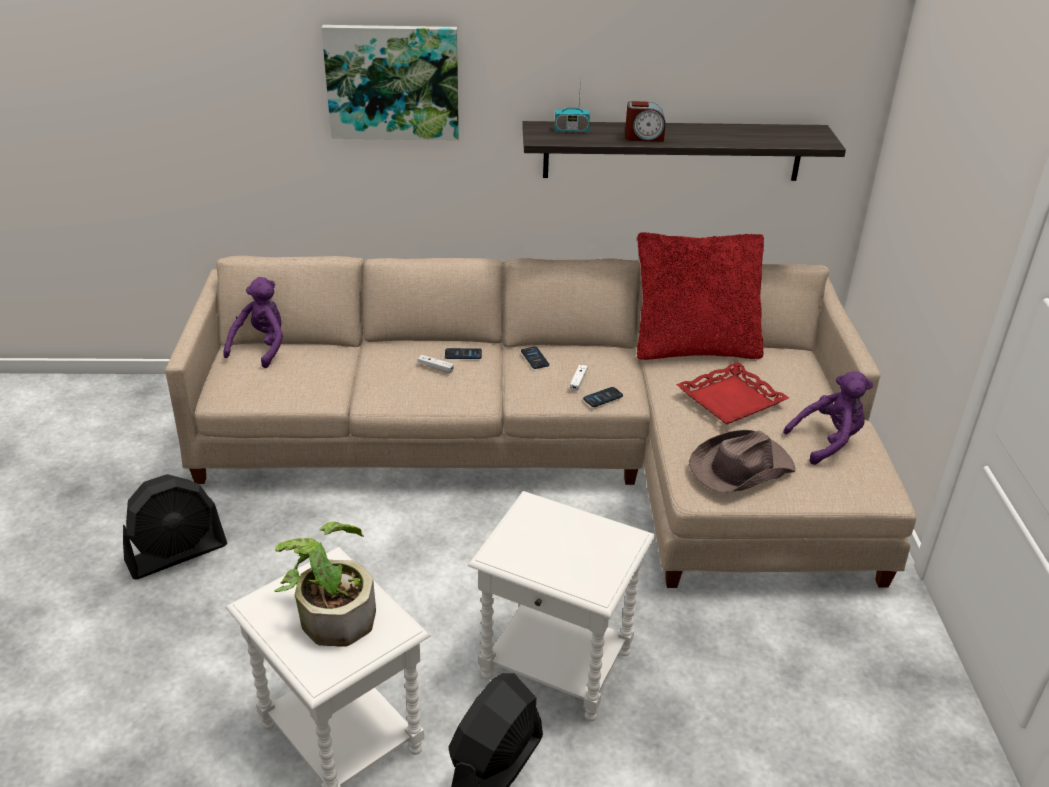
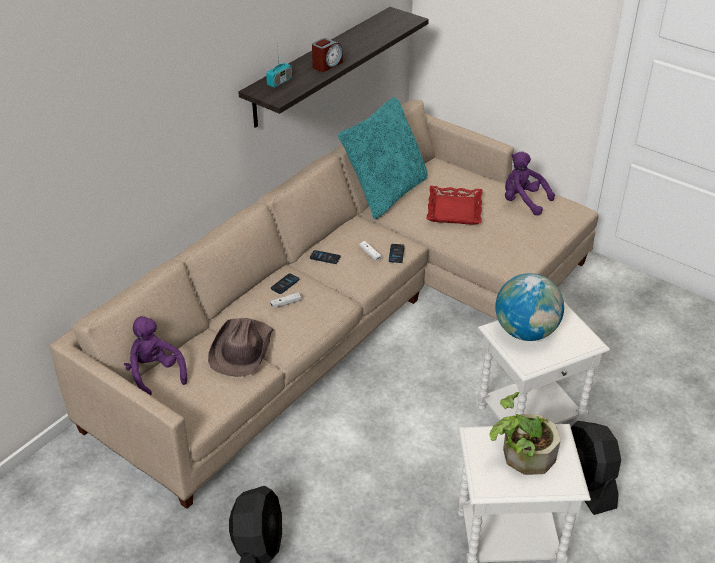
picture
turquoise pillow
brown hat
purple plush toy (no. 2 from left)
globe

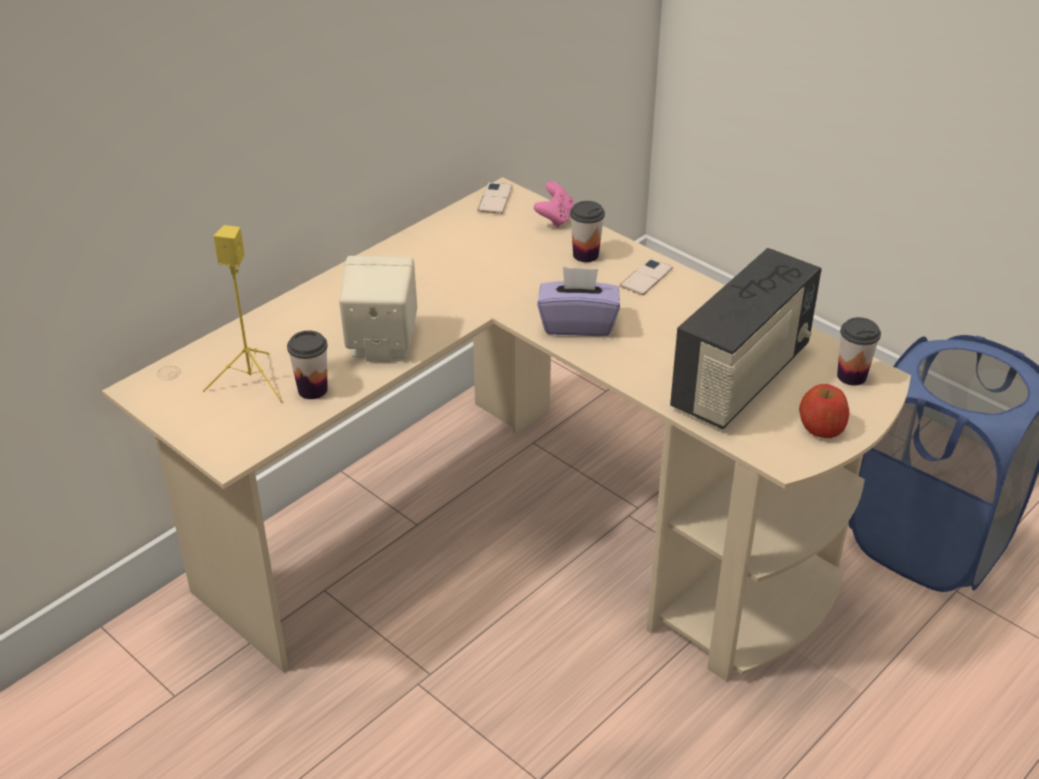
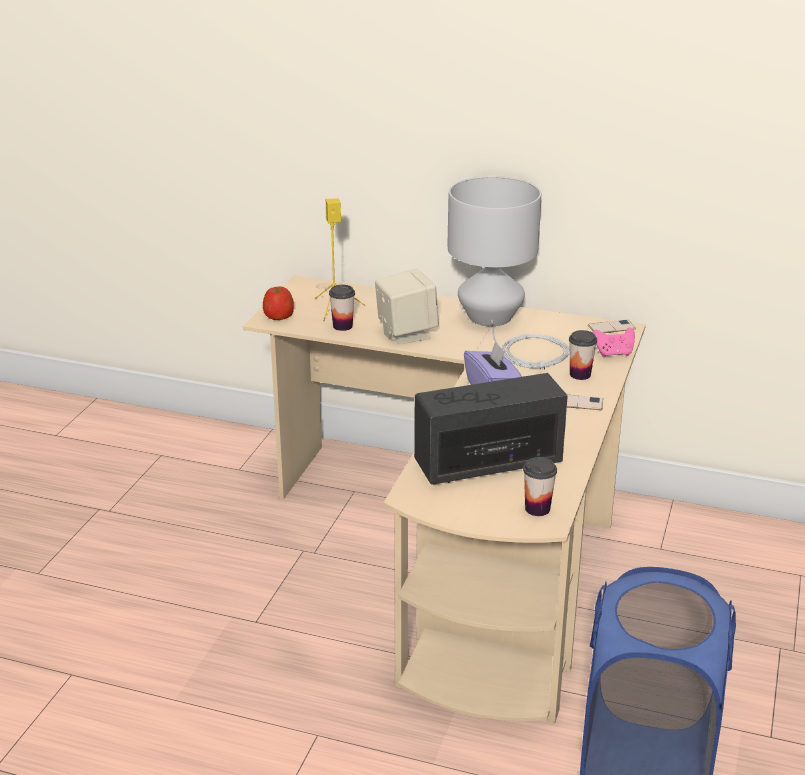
radio
apple
grey table lamp

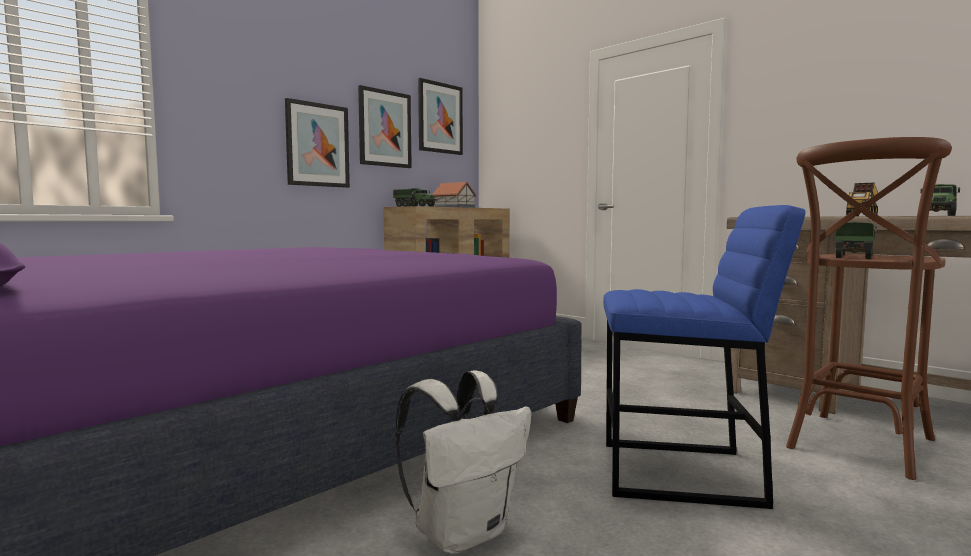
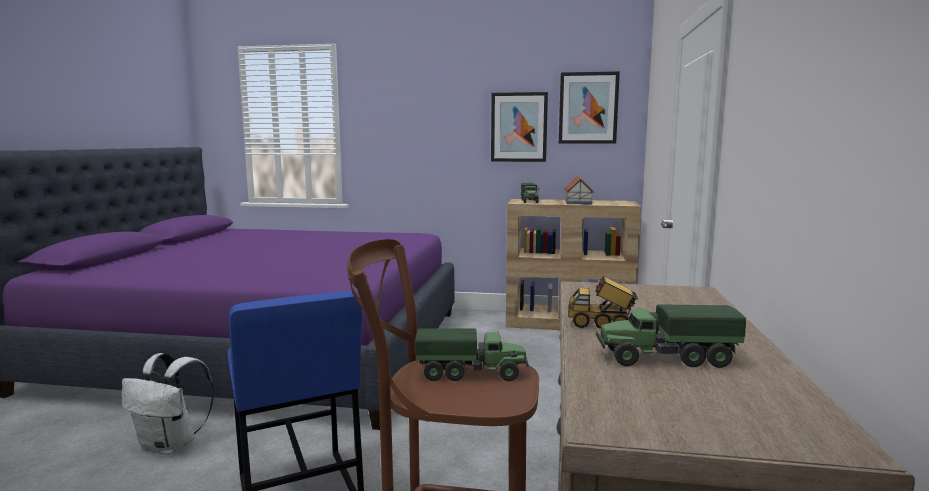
picture (no. 1 from left in the first image)

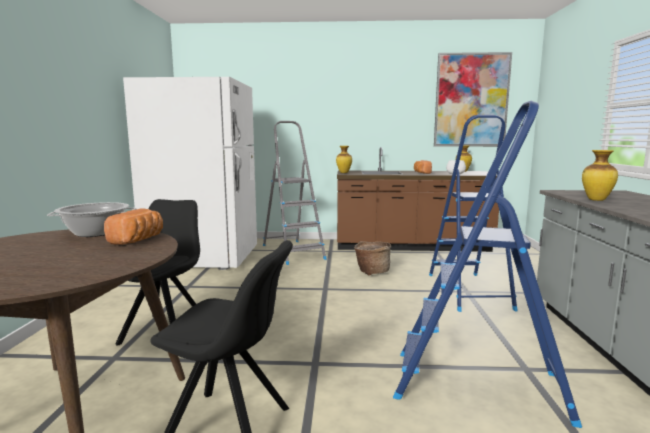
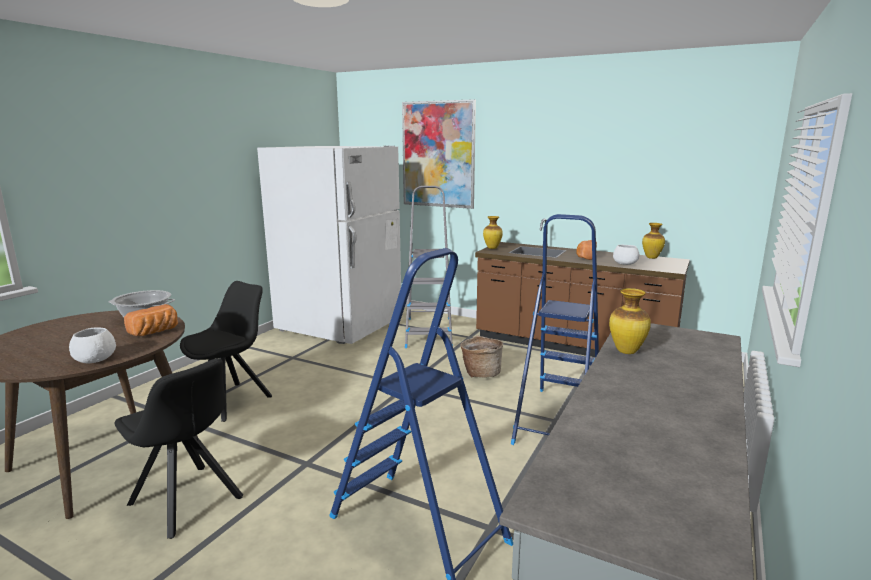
picture
white bowl (no. 1 from left)

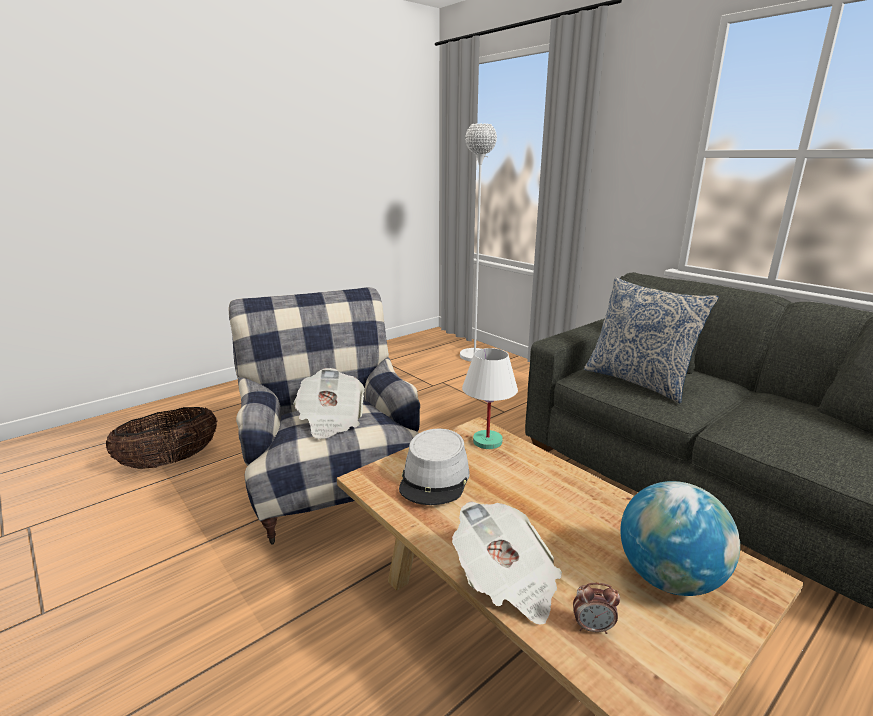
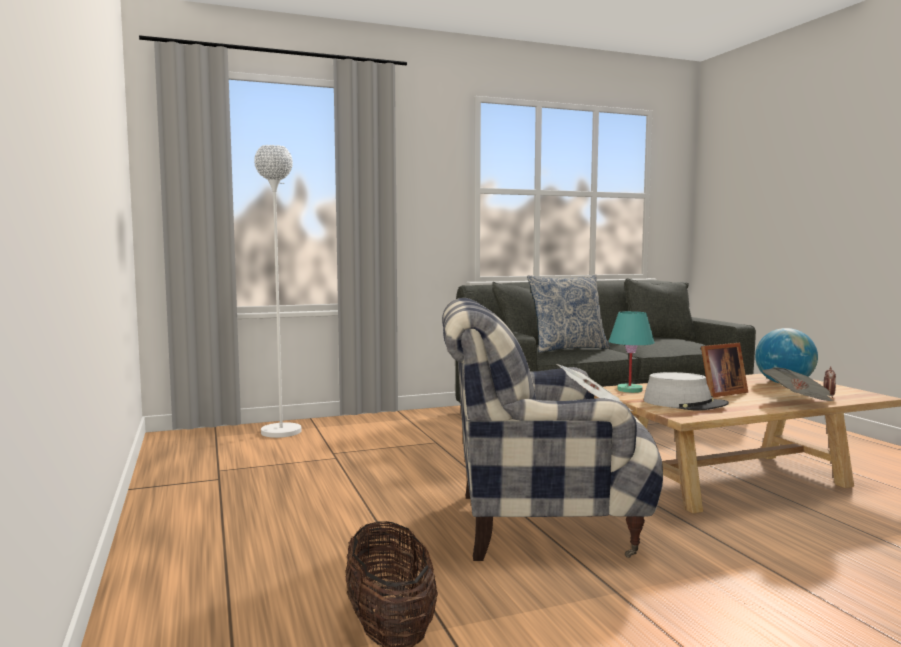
turquoise table lamp
picture frame

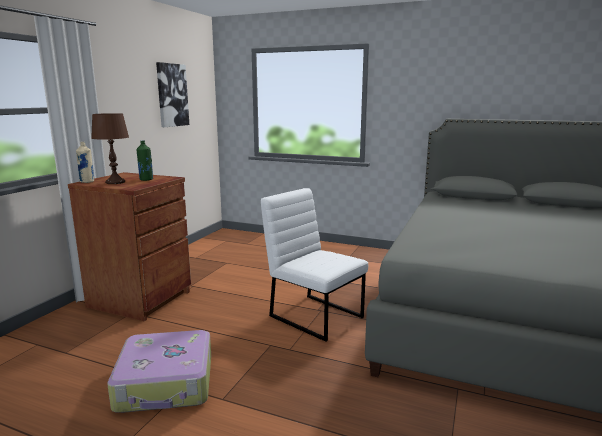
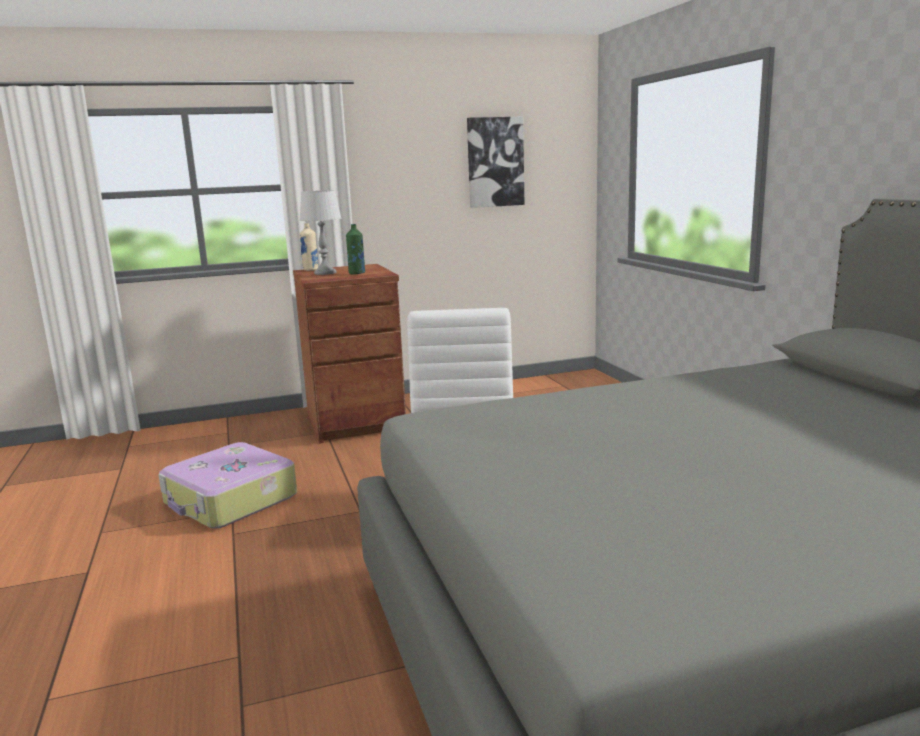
grey table lamp

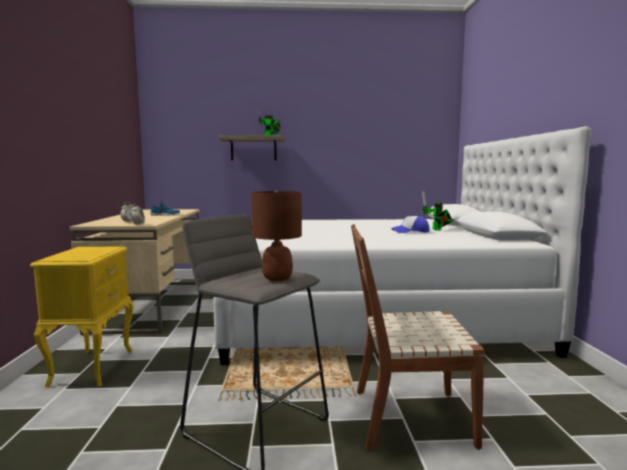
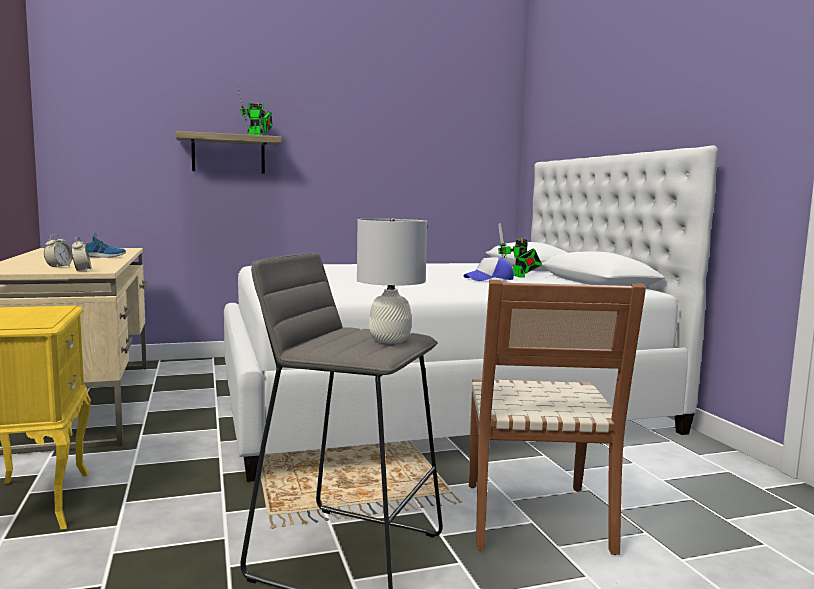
grey table lamp
chair

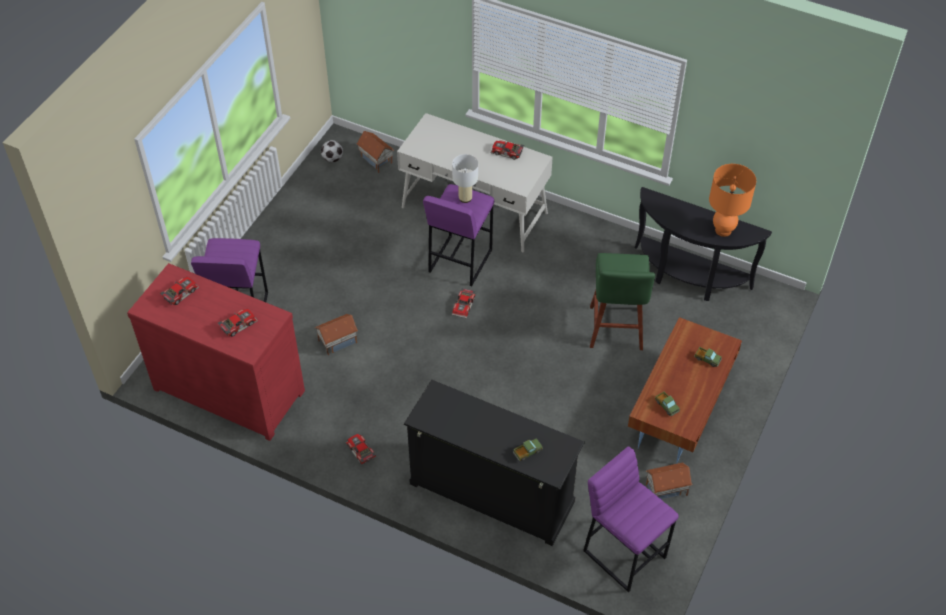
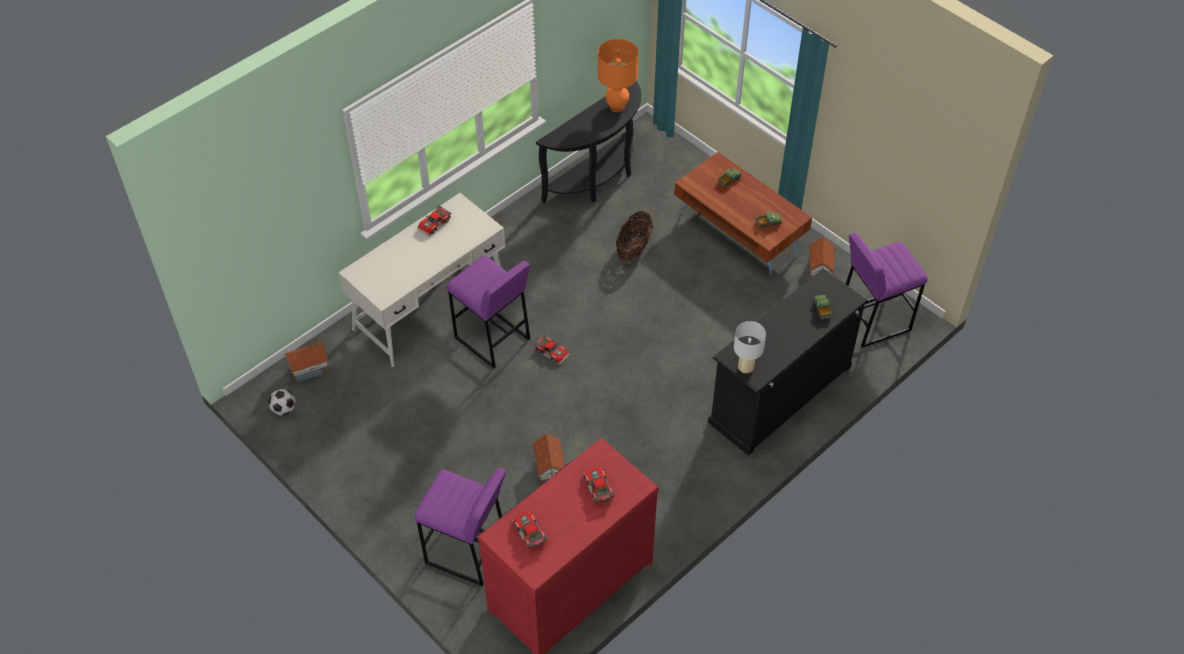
toy car (no. 3 from left in the first image)
white table lamp
basket

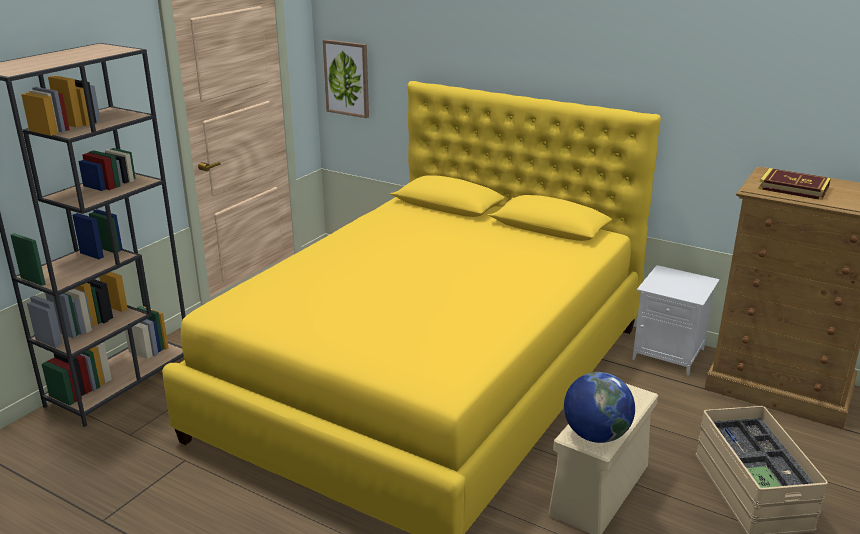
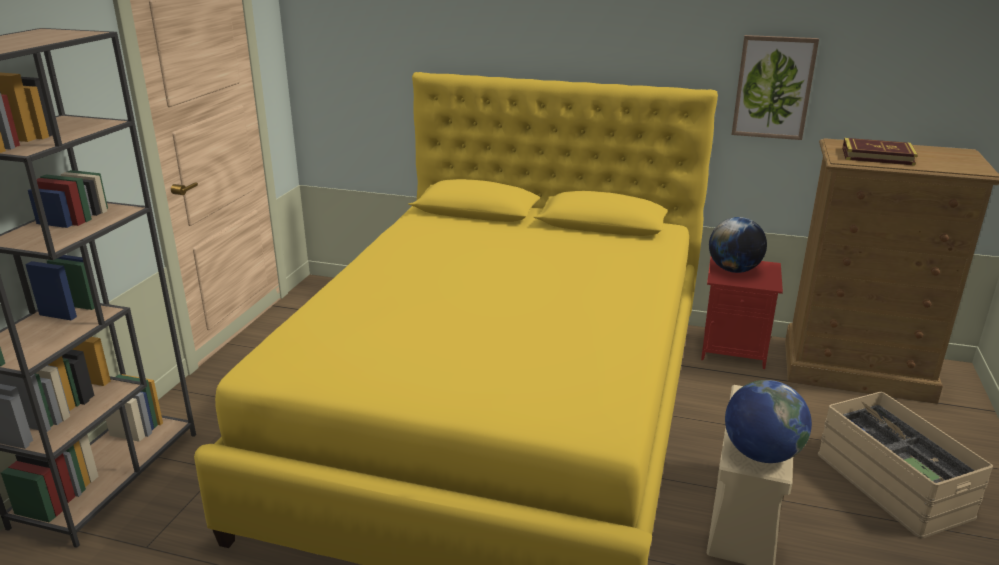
picture
red nightstand
globe (no. 1 from left)

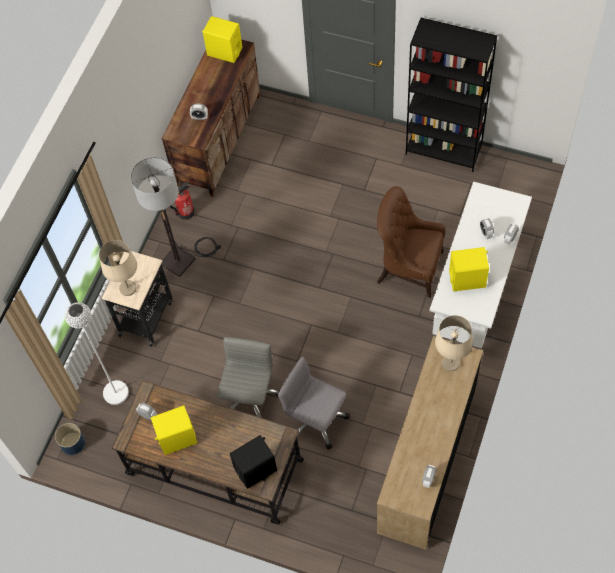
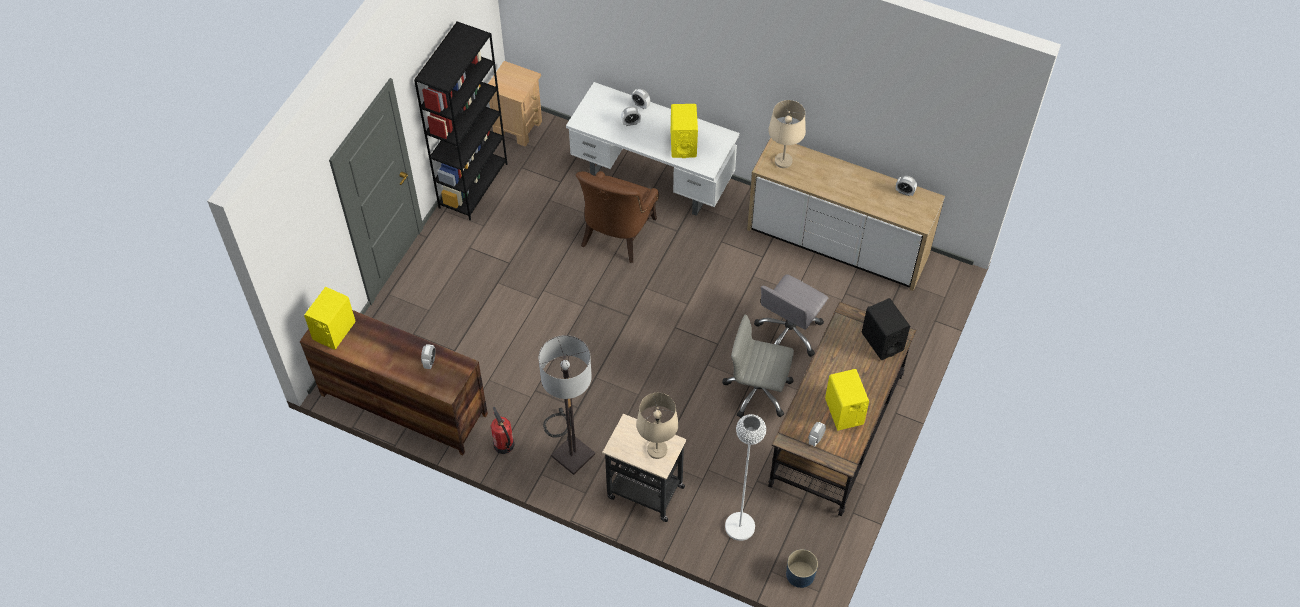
beige nightstand

